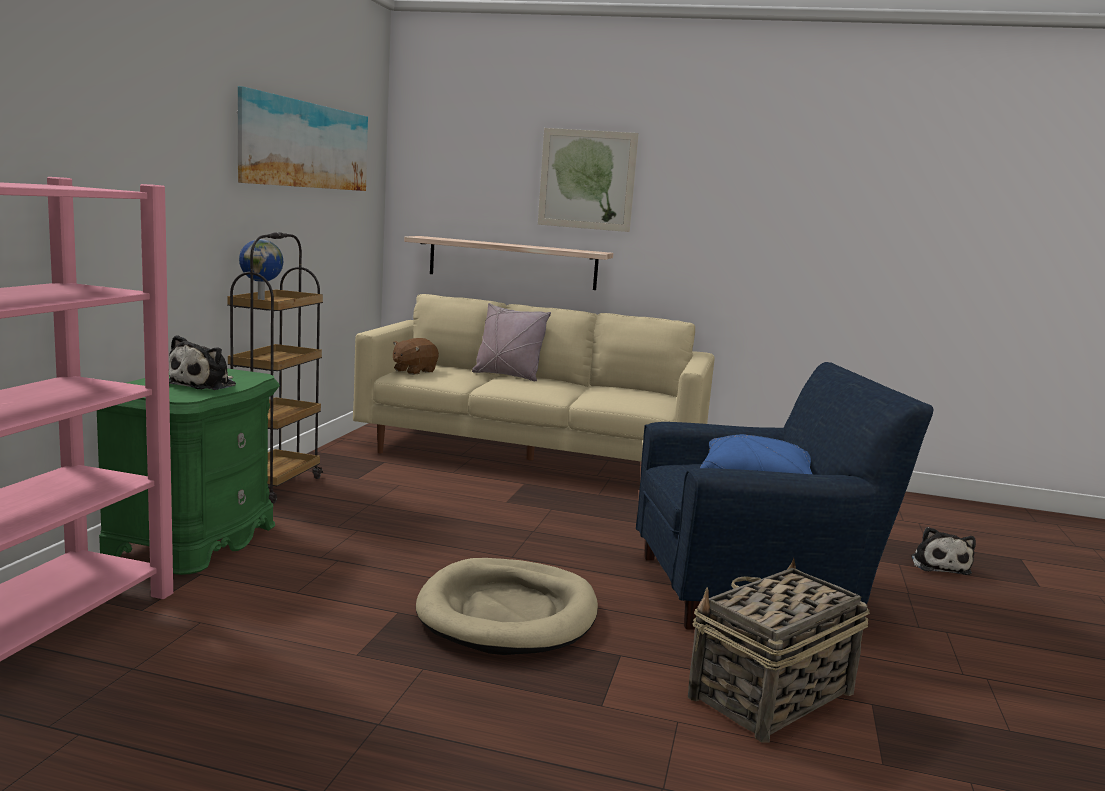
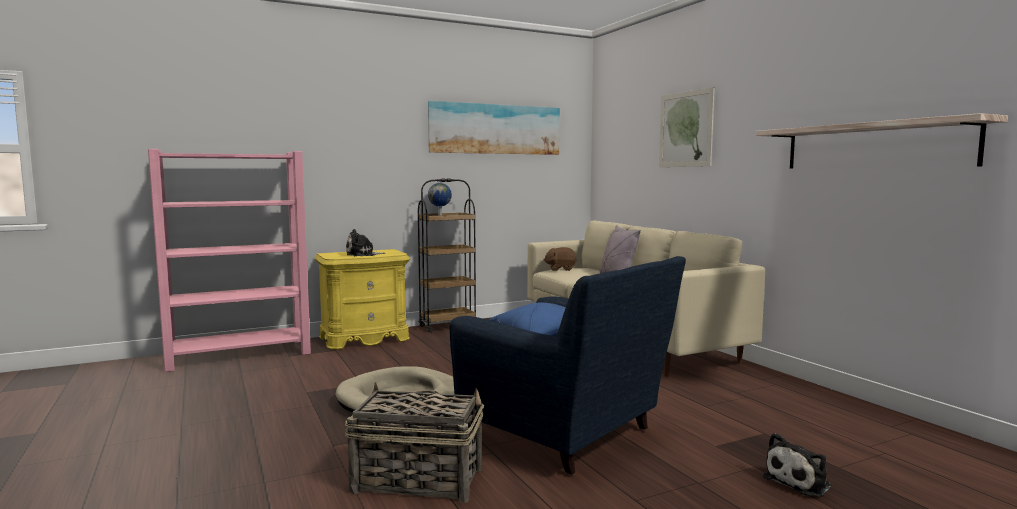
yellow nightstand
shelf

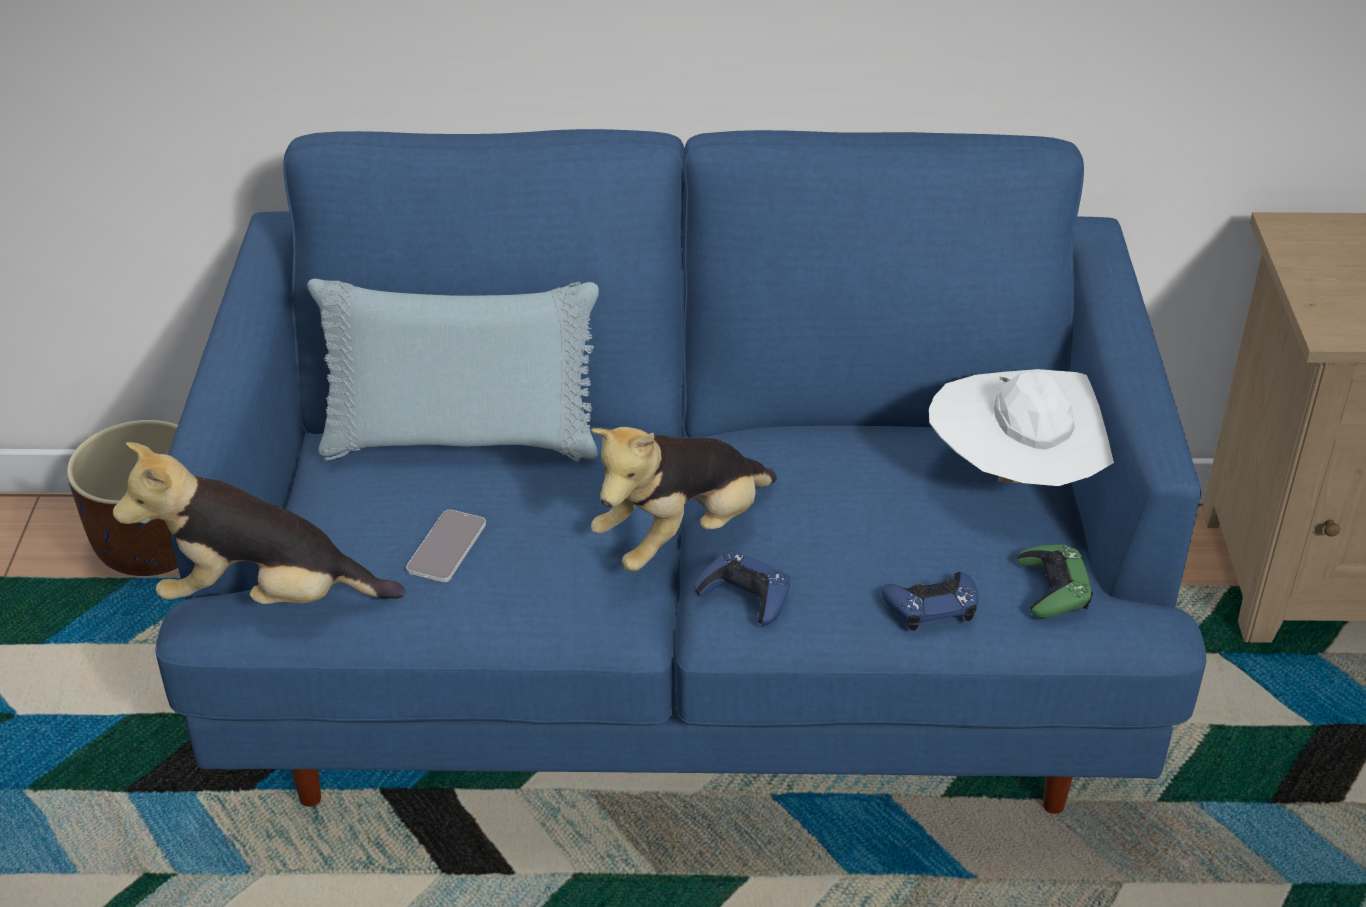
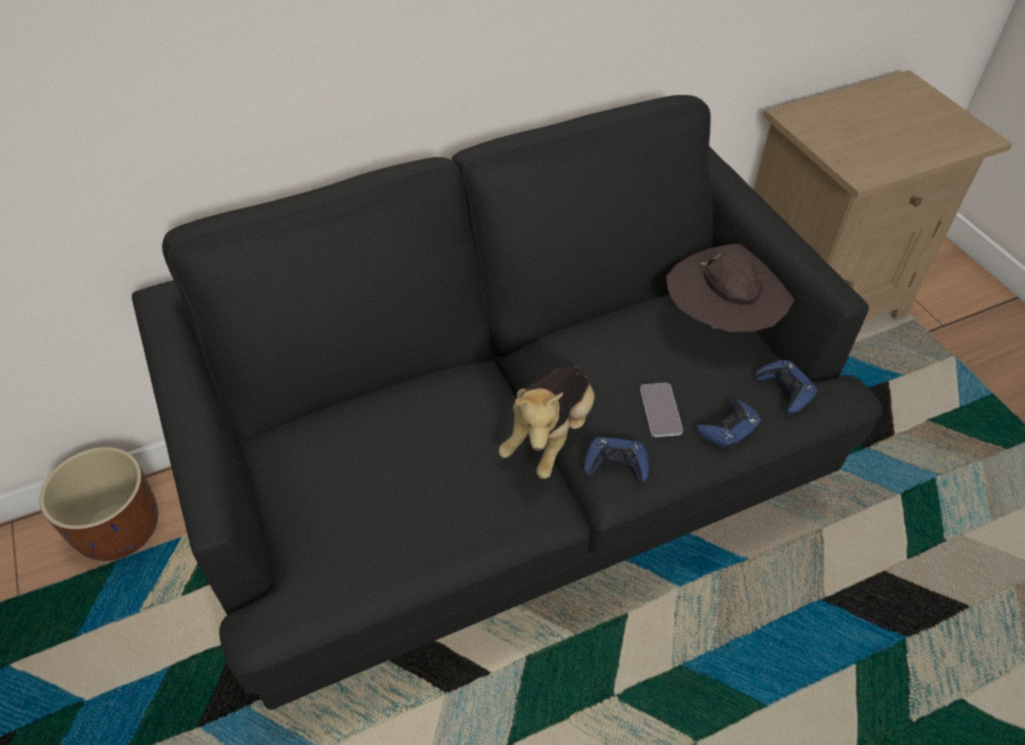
plush toy (no. 1 from left in the first image)
black sofa
blue pillow
phone
brown hat
blue game controller (no. 3 from left)

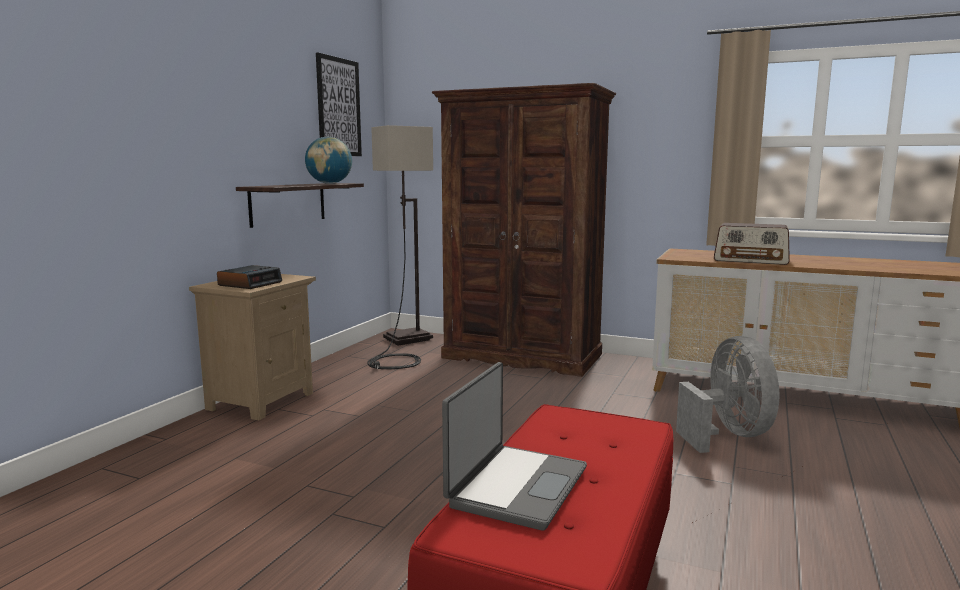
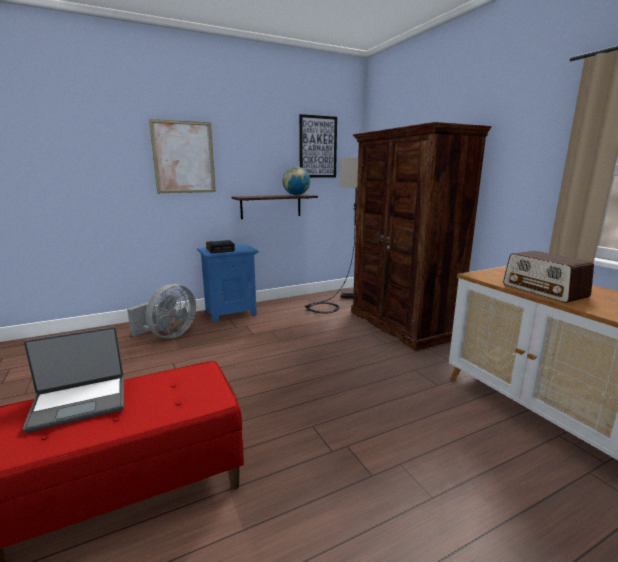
blue nightstand
grey fan
picture (no. 1 from left)

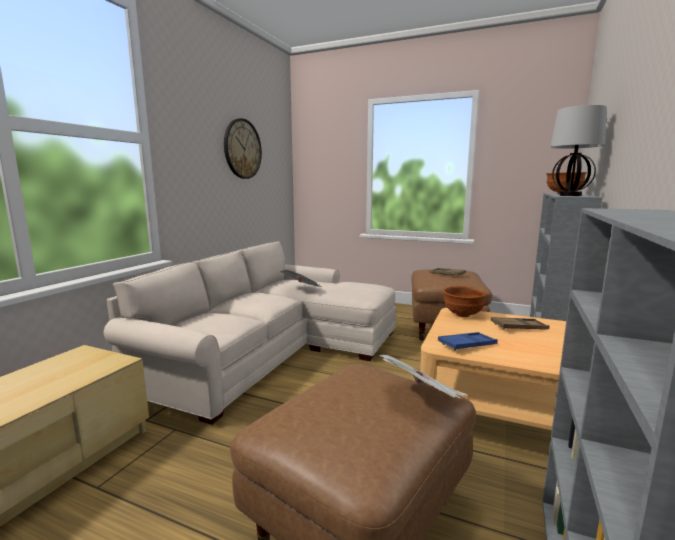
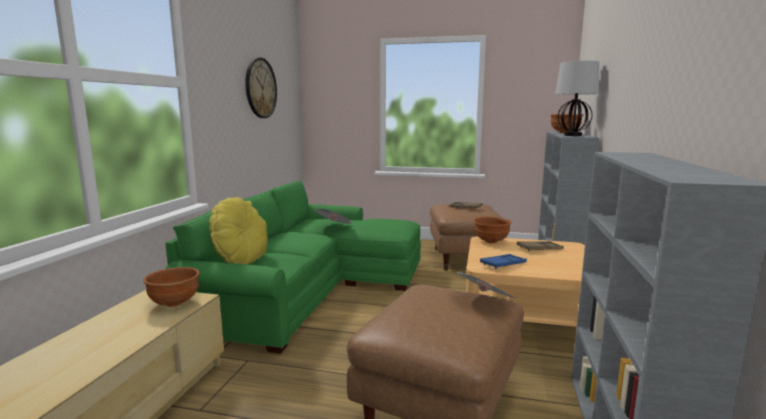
green sofa
brown bowl (no. 1 from left)
yellow pillow

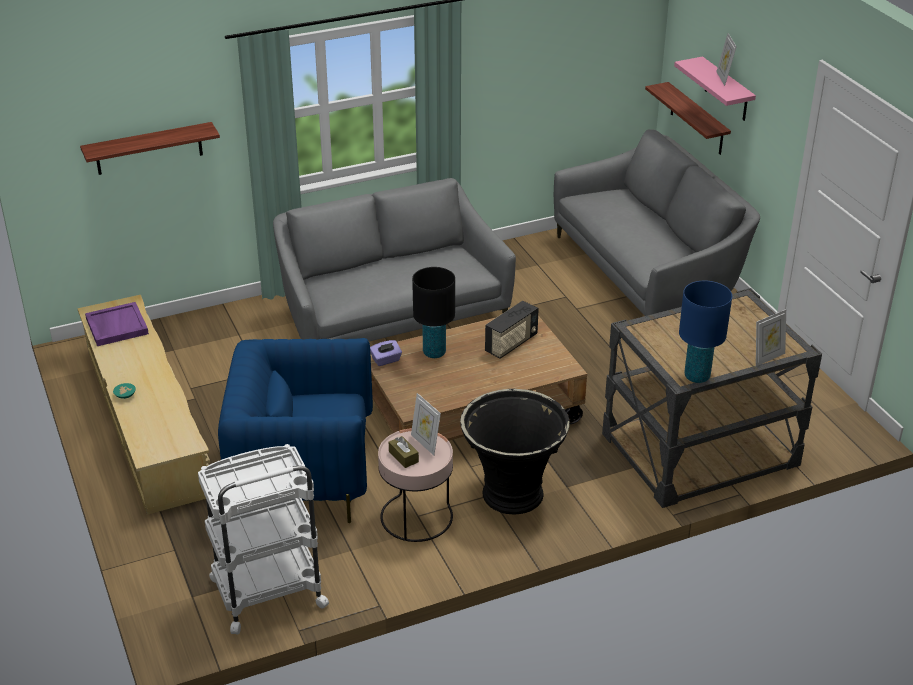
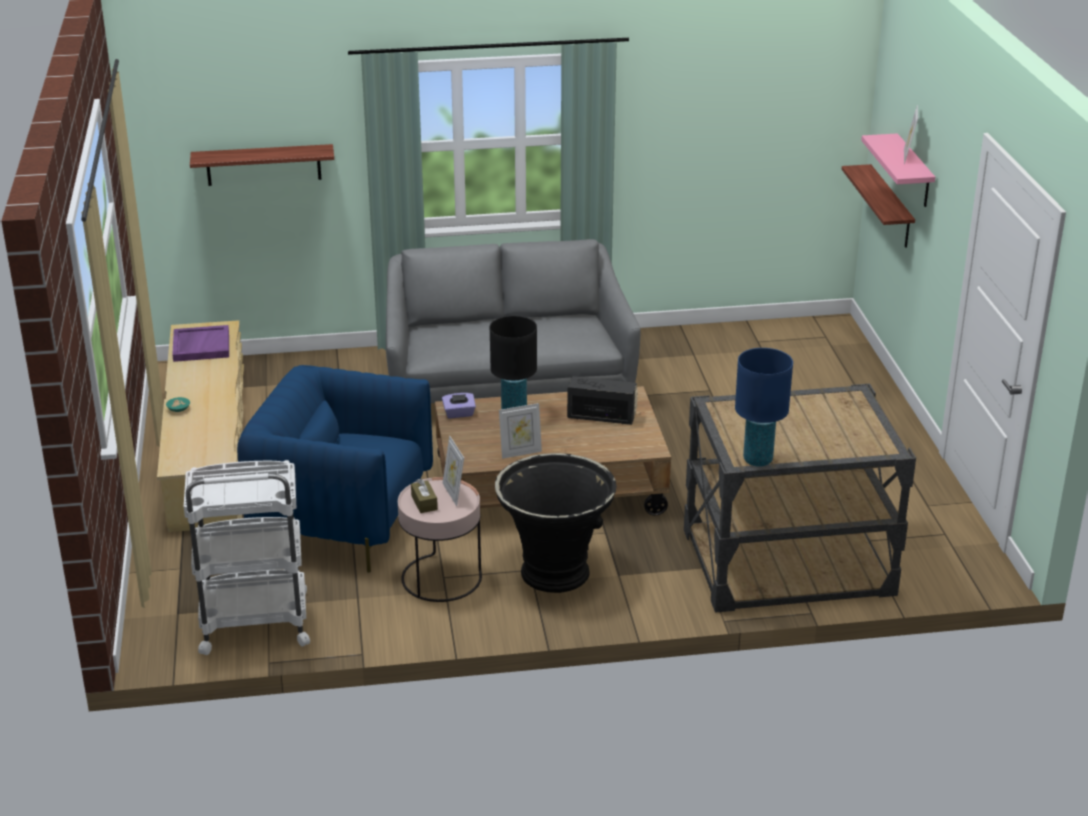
radio
grey sofa (no. 2 from left in the first image)
picture frame (no. 2 from left)

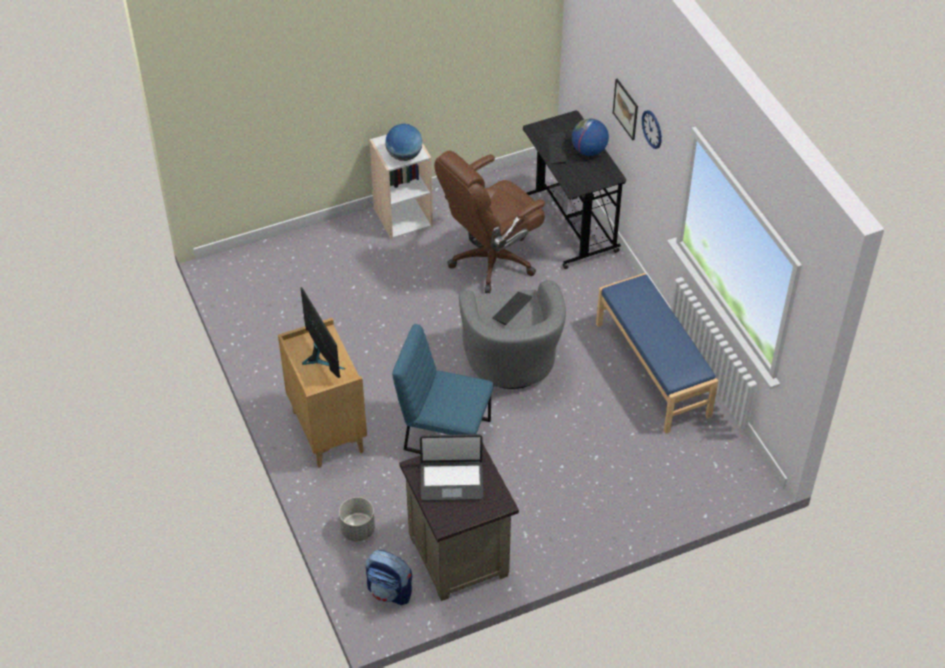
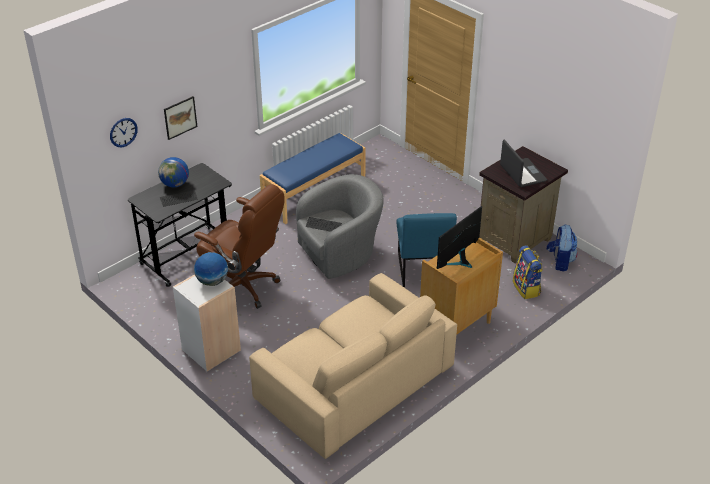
backpack (no. 1 from left)
wall clock
beige sofa

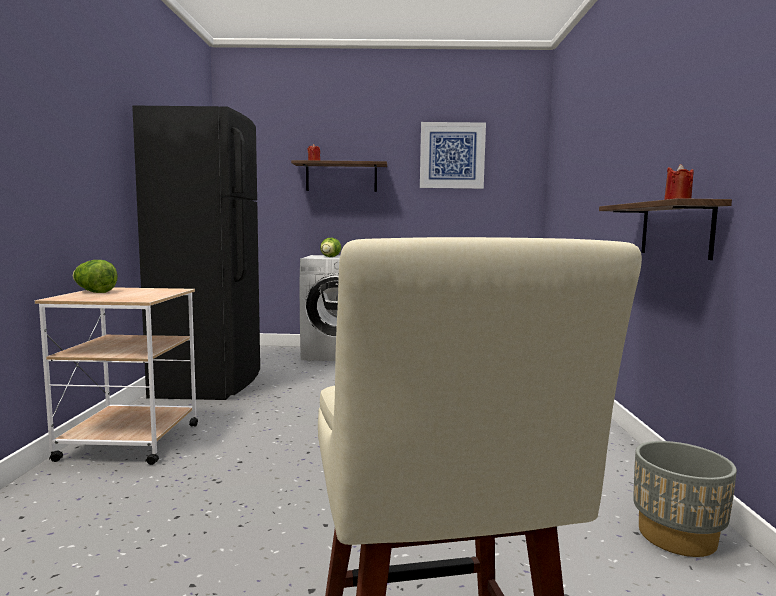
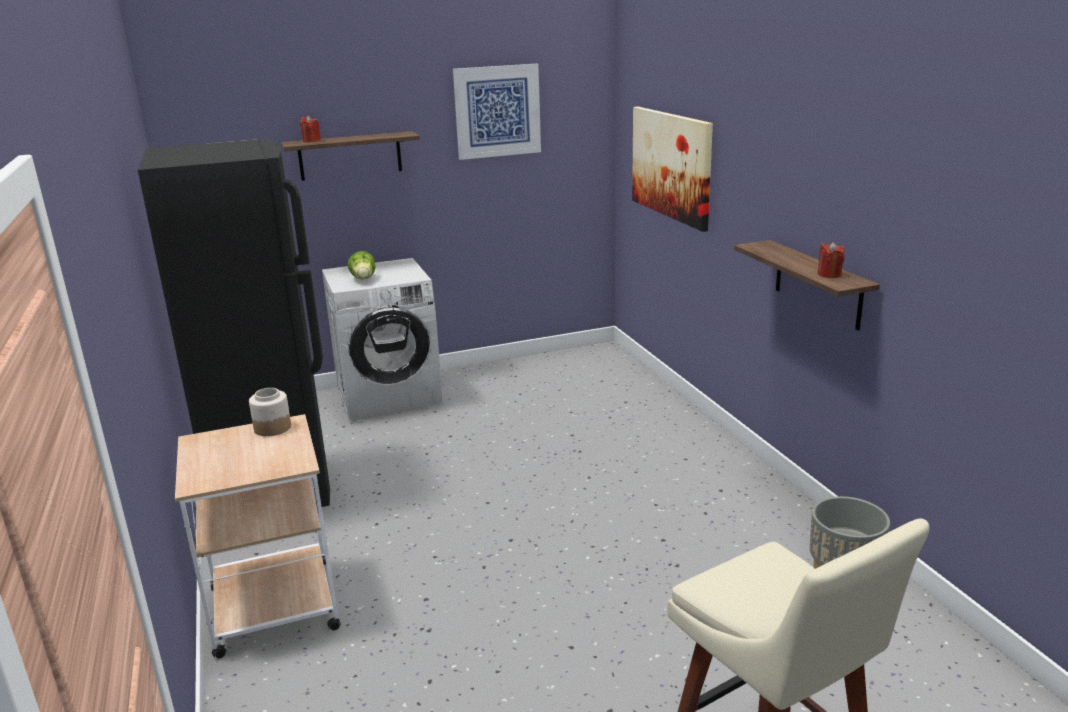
lettuce (no. 1 from left in the first image)
jar
picture (no. 2 from left)

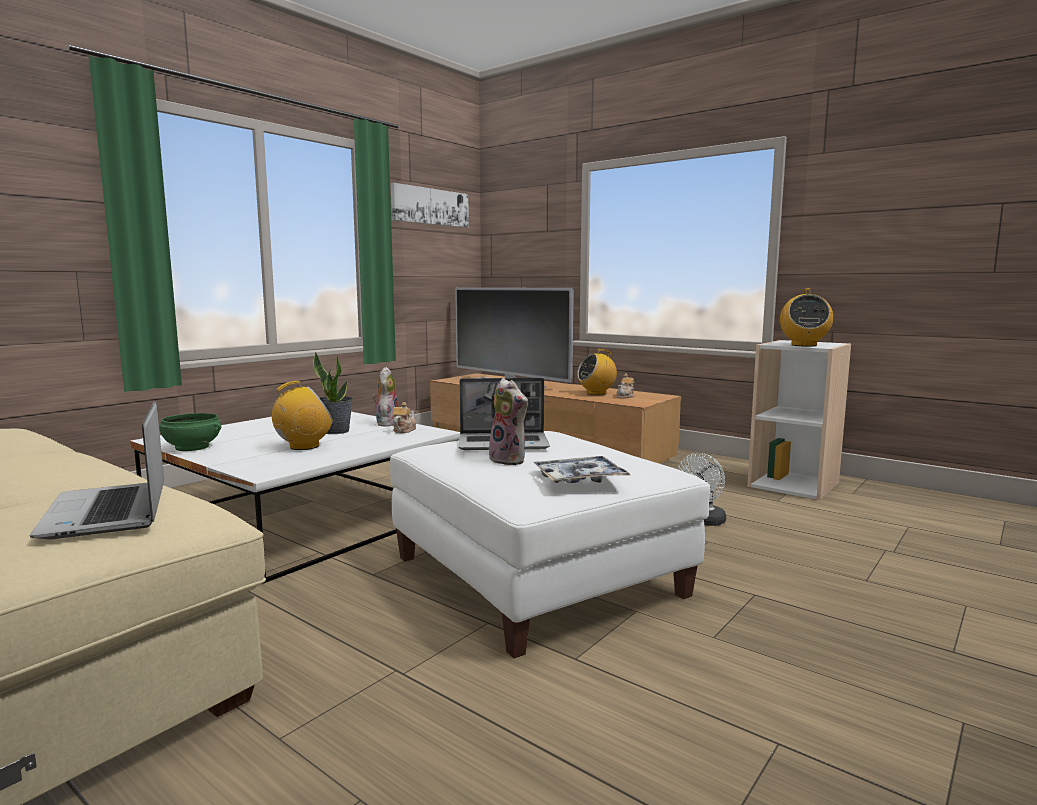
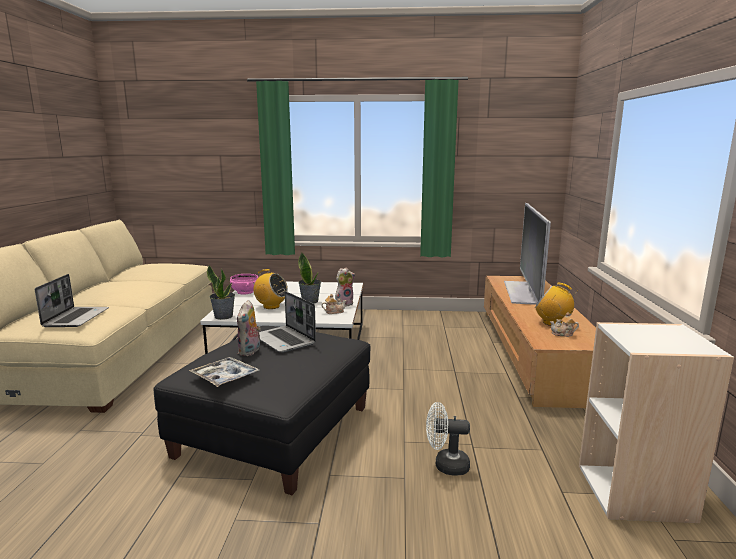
laptop (no. 1 from left)
pink bowl
black ottoman
picture
radio (no. 3 from left in the first image)
potted plant (no. 1 from left)

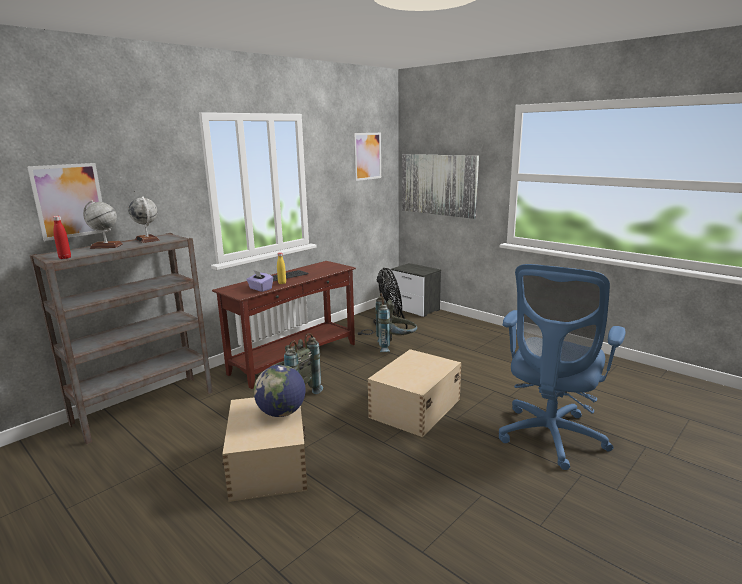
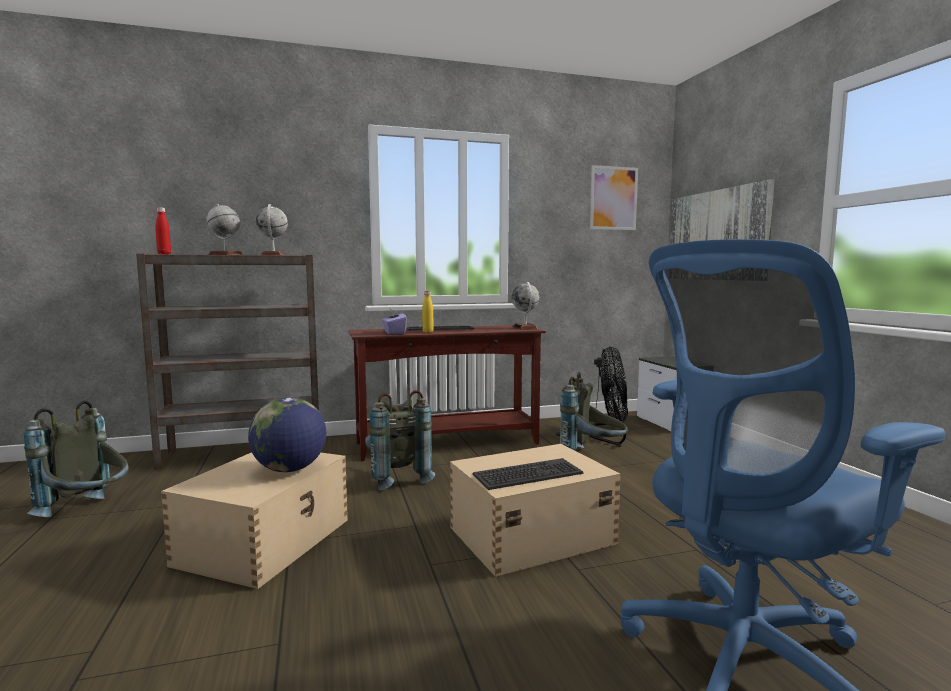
picture (no. 1 from left in the first image)
grey backpack (no. 1 from left)
keyboard (no. 2 from left)
globe (no. 4 from left)

